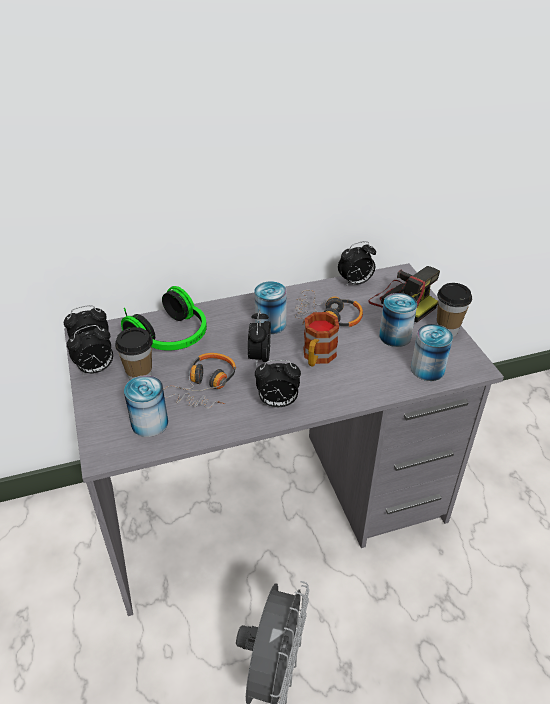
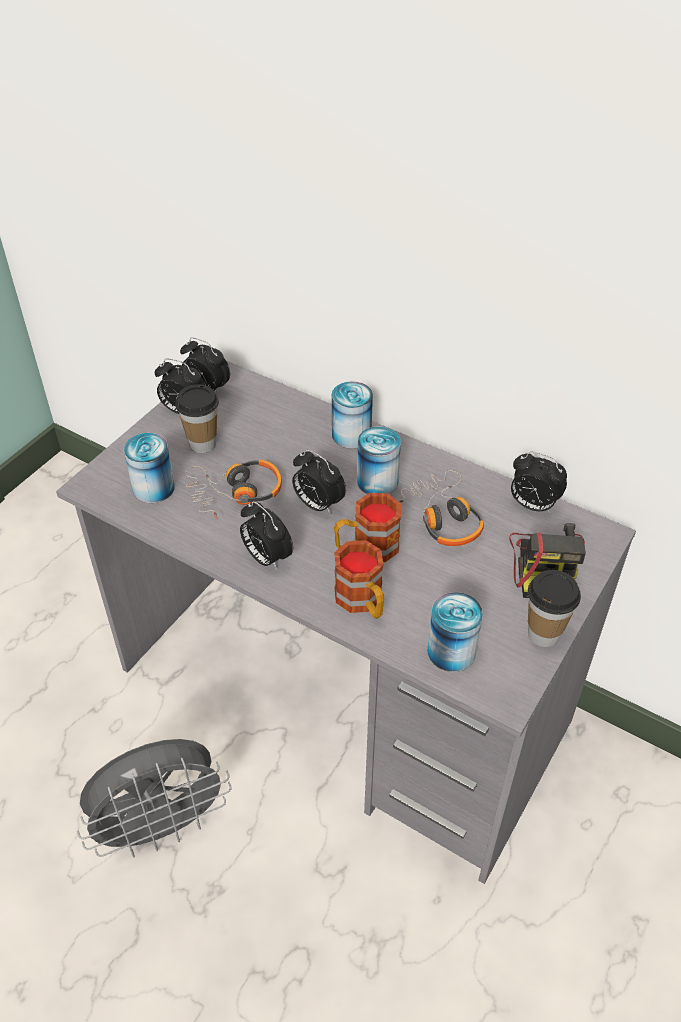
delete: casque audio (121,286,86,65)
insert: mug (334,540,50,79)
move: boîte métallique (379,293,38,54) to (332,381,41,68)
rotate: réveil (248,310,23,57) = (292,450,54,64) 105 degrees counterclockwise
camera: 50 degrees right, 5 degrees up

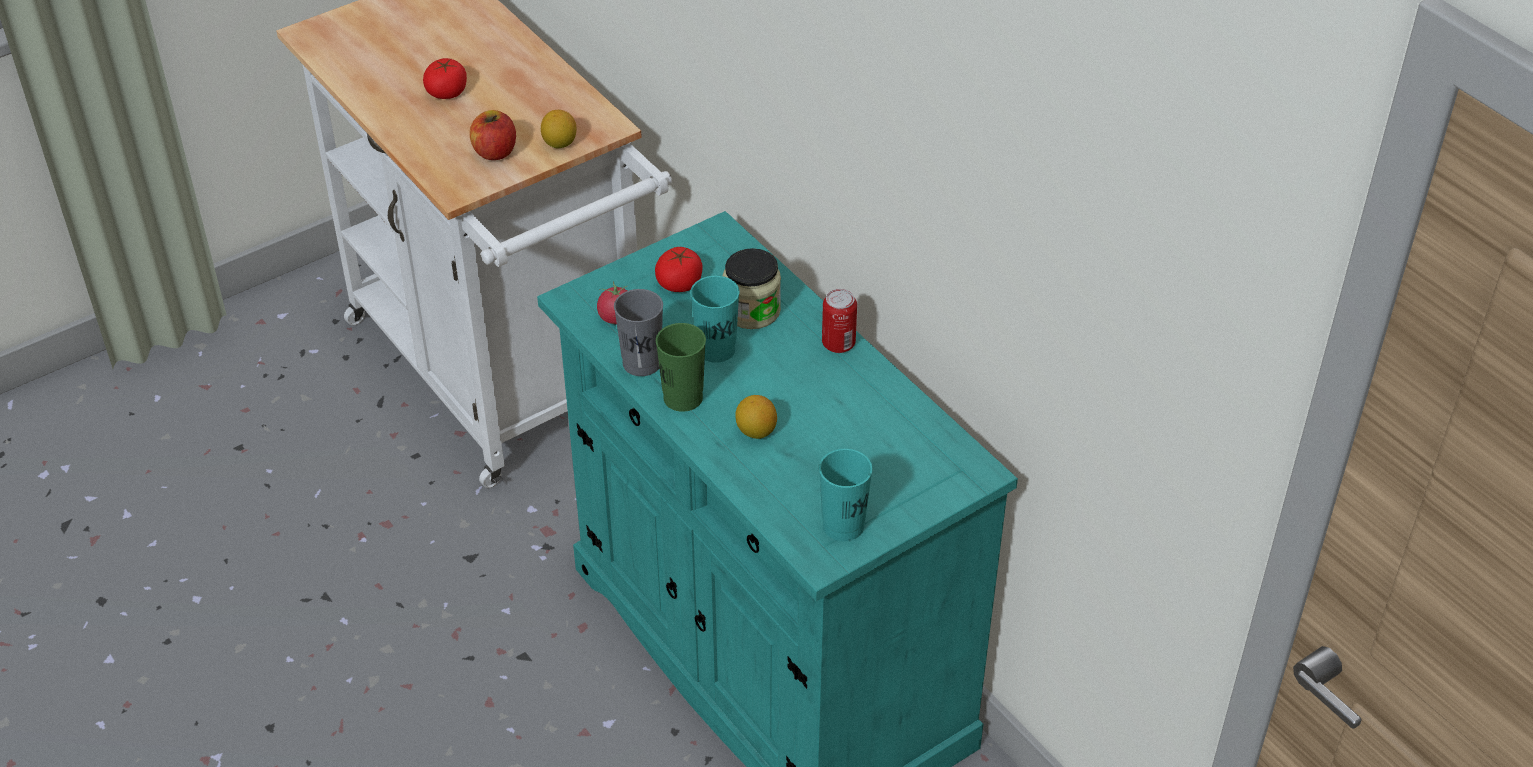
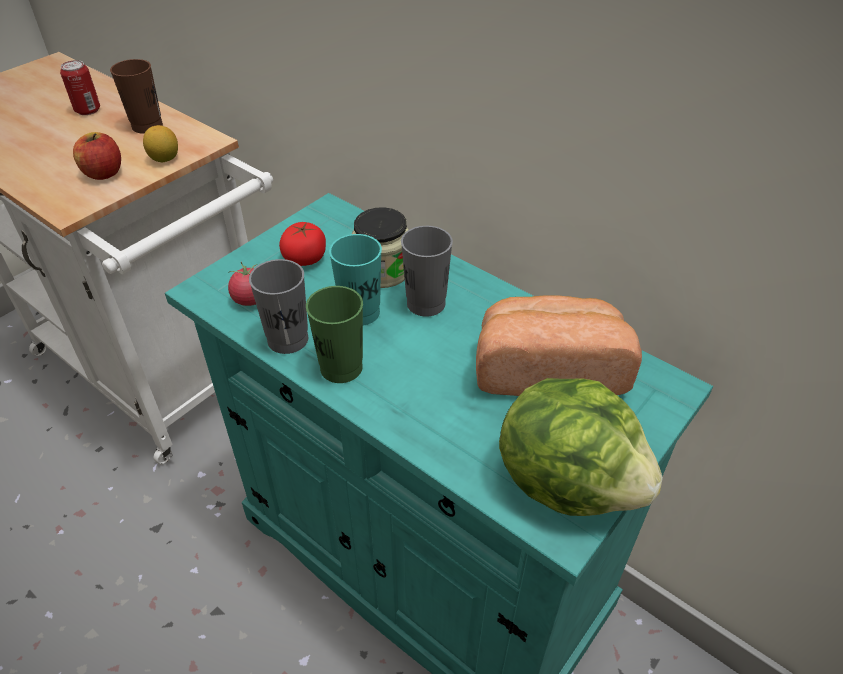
delete: tomate (423,58,44,41); citron (735,395,42,44)
insert: tasse (marron) (110,59,53,75); tasse (gris) (401,226,52,91); pain (476,296,166,100)
move: boîte métallique (822,289,35,64) to (60,60,40,55)
replace: tasse (turquoise) (819,448,54,93) to laitue (499,378,164,138)
camera: 15 degrees left, 0 degrees up

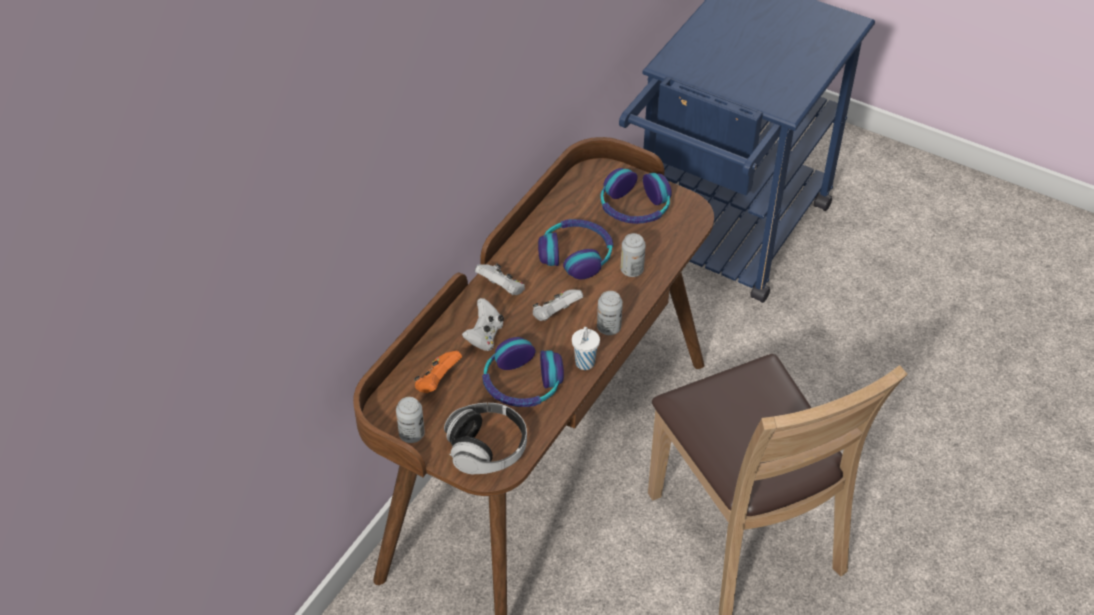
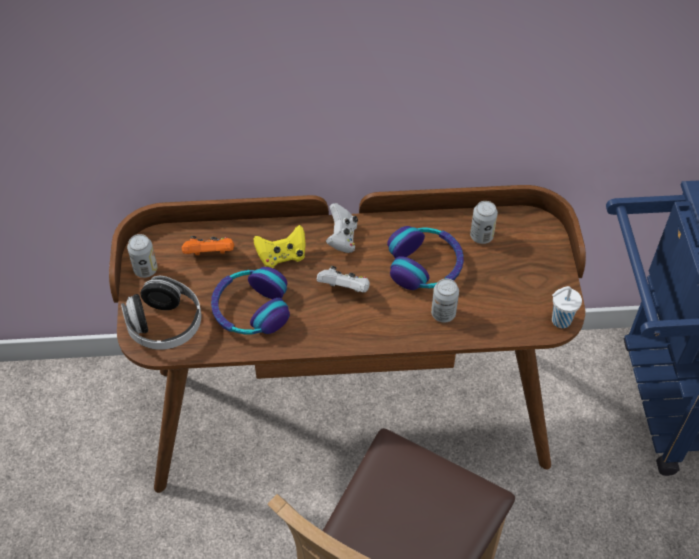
delete: casque audio (600,168,72,56)
move: boîte métallique (597,291,26,44) to (470,201,28,43); tasse (blanc) (572,327,28,43) to (552,286,30,42)
recolor: manette (blanc) (462,298,42,53) to manette (jaune) (254,225,52,43)
camera: 55 degrees right, 5 degrees up

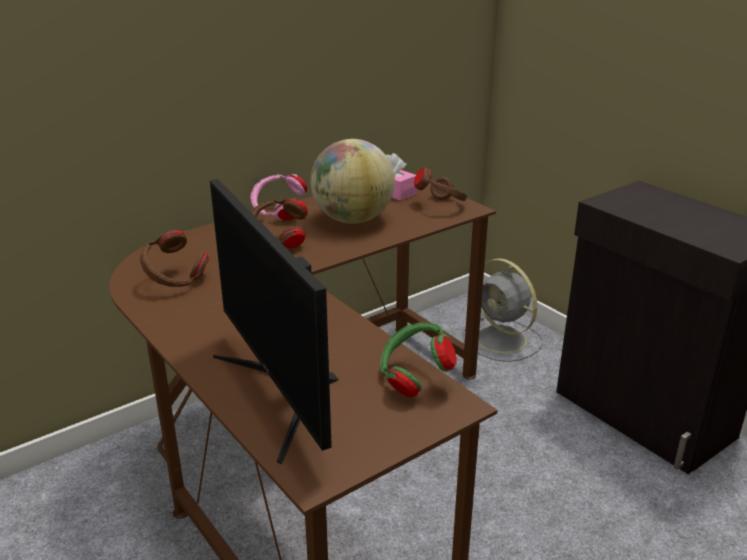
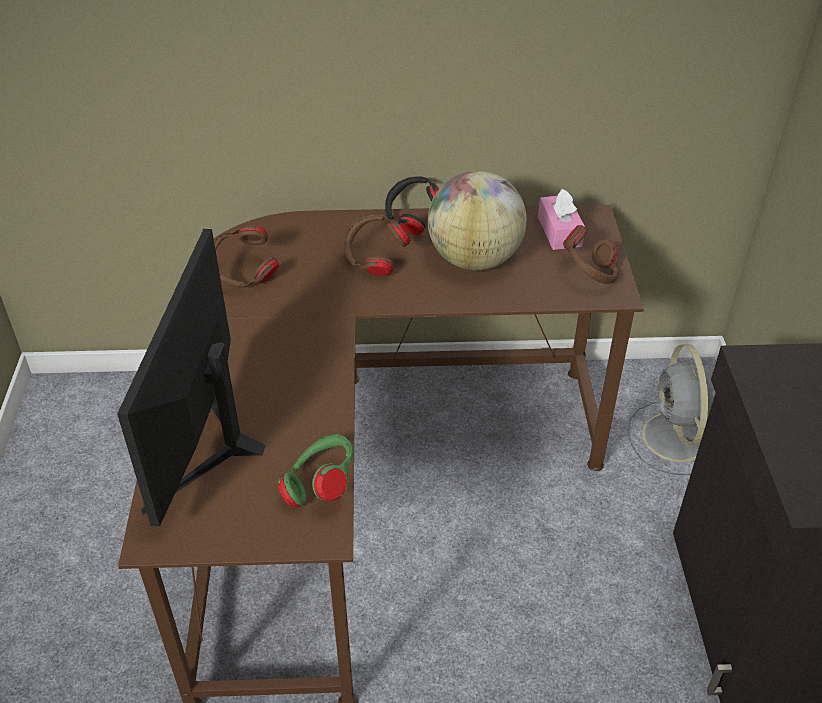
recolor: casque audio (rose) (251,174,56,46) to casque audio (noir) (385,177,54,58)
camera: 35 degrees right, 15 degrees up

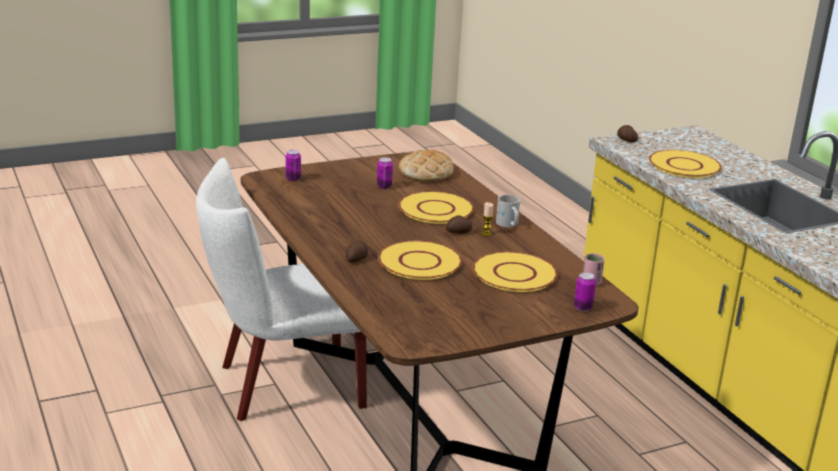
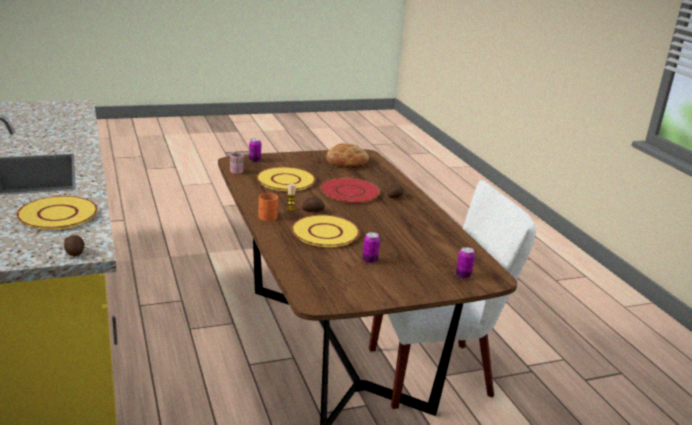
move: pain (399,150,55,32) to (327,143,42,25)
recolor: mug (blanc) (496,195,24,32) to mug (orange) (258,193,20,28); assiette (jaune) (378,241,84,39) to assiette (rouge) (320,178,60,25)
camera: 175 degrees left, 0 degrees up

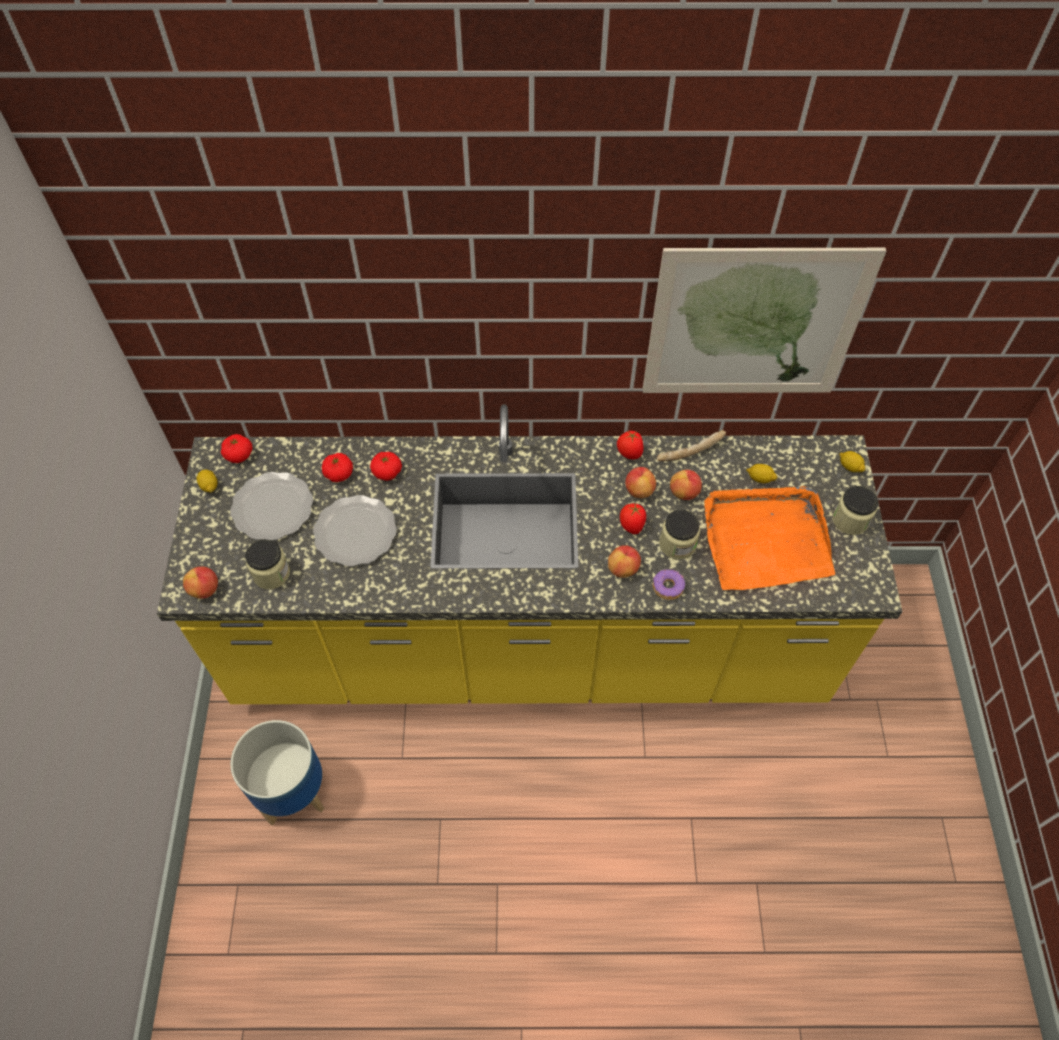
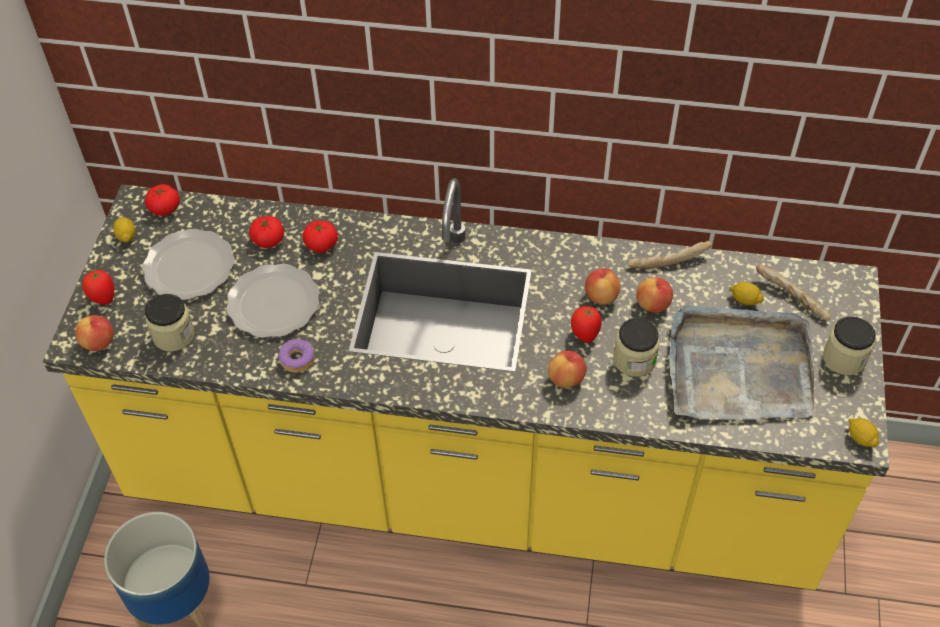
delete: tableau (642,248,244,145)
insert: pain (756,264,75,57)
move: tomate (617,431,27,28) to (82,270,32,34); beignet (653,570,32,30) to (278,339,37,34); citron (839,451,26,21) to (848,418,31,29)
recolor: plateau (orange) (704,486,131,104) to plateau (gris) (669,306,146,113)
camera: 10 degrees right, 5 degrees down

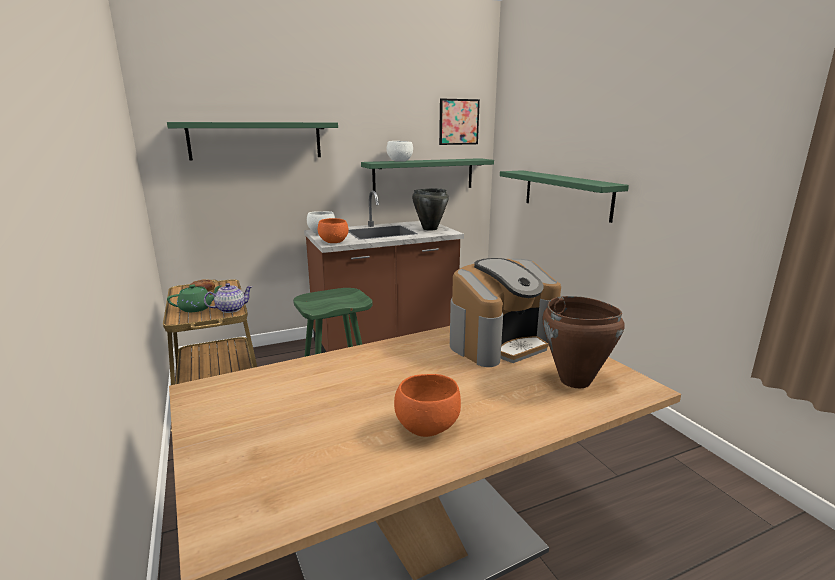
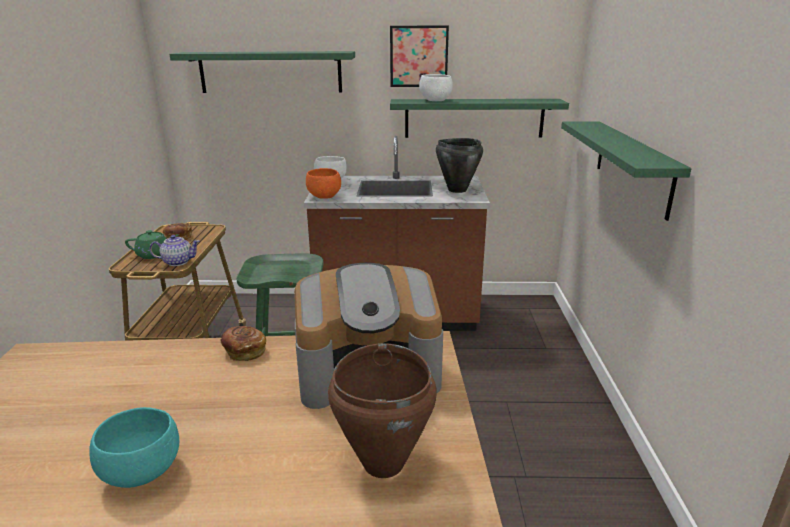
insert: pain (221,326,45,35)
move: tableau (439,98,41,47) to (390,25,59,62)
recolor: bol (orange) (394,374,67,63) to bol (turquoise) (89,407,90,81)
camera: 25 degrees right, 5 degrees up

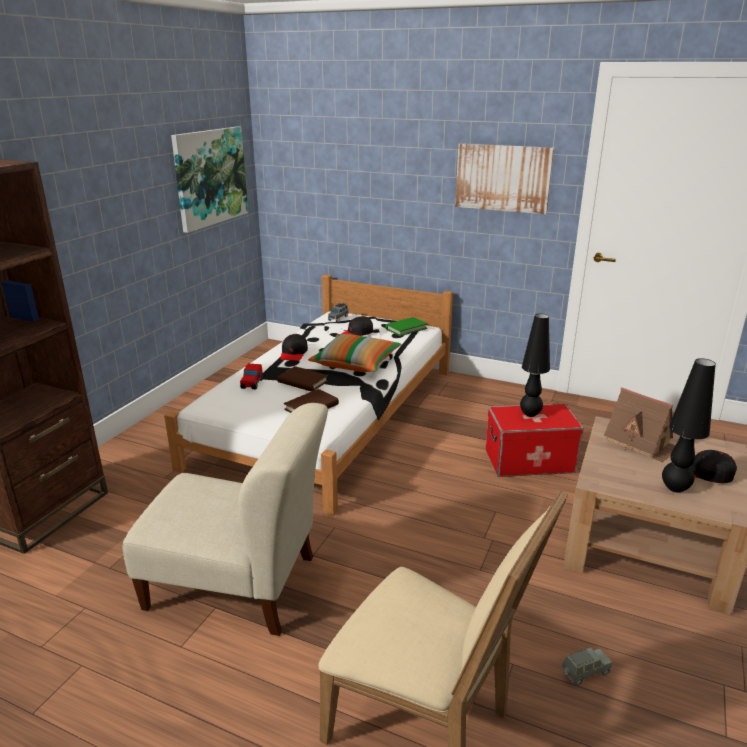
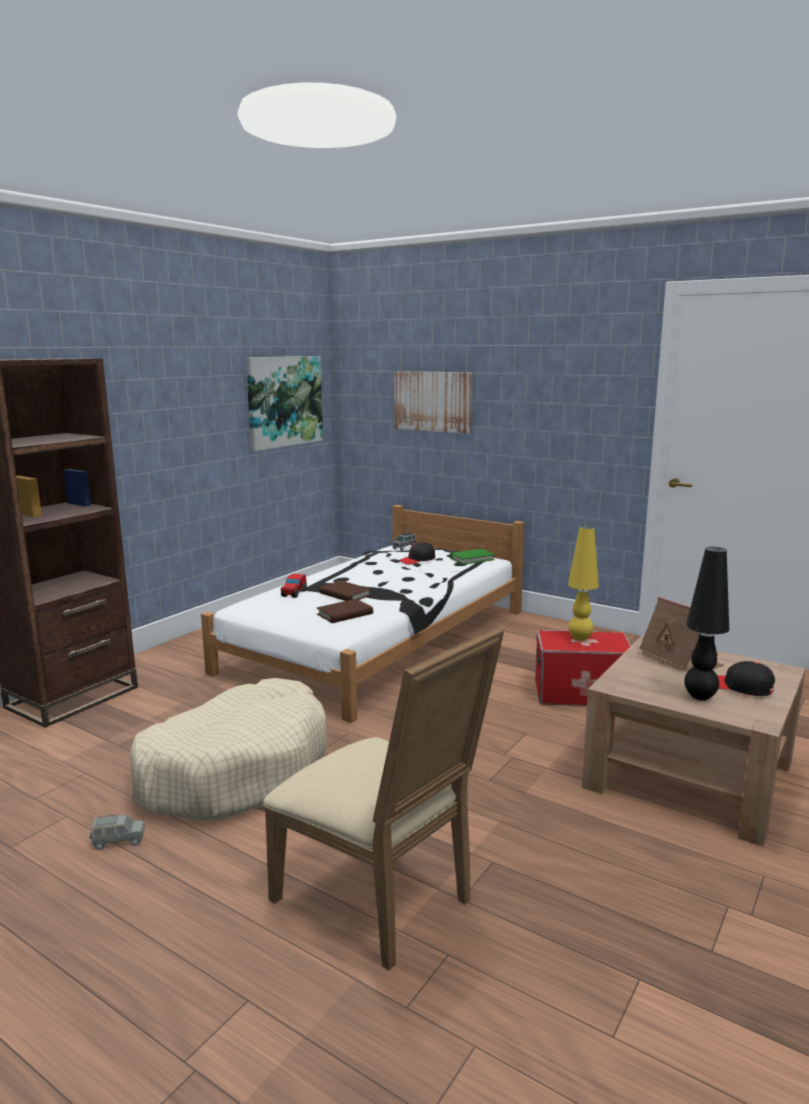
delete: casquette (noir) (280,334,28,27); coussin (308,334,93,38)
move: petite voiture (gris) (562,648,50,38) to (90,814,55,36); tableau (455,143,99,71) to (394,371,78,63)
replace: chaise (beige) (122,403,206,233) to panier pour chien (beige) (129,678,198,142)
recolor: lampe de table (noir) (520,313,30,104) to lampe de table (jaune) (568,526,31,115)
camera: 10 degrees right, 10 degrees down

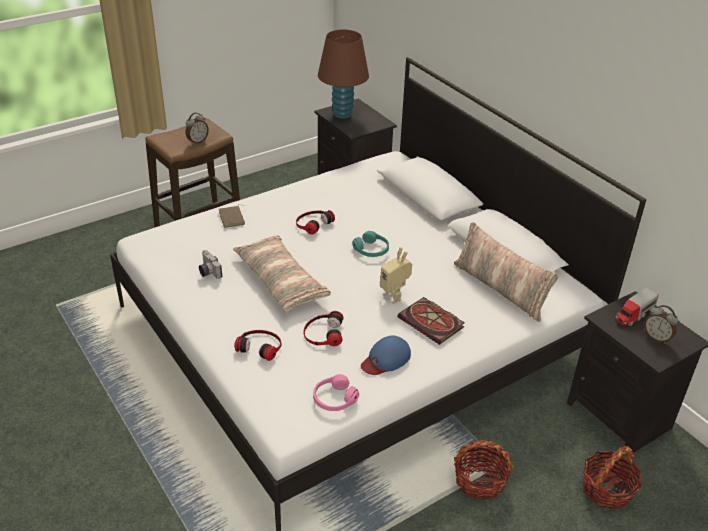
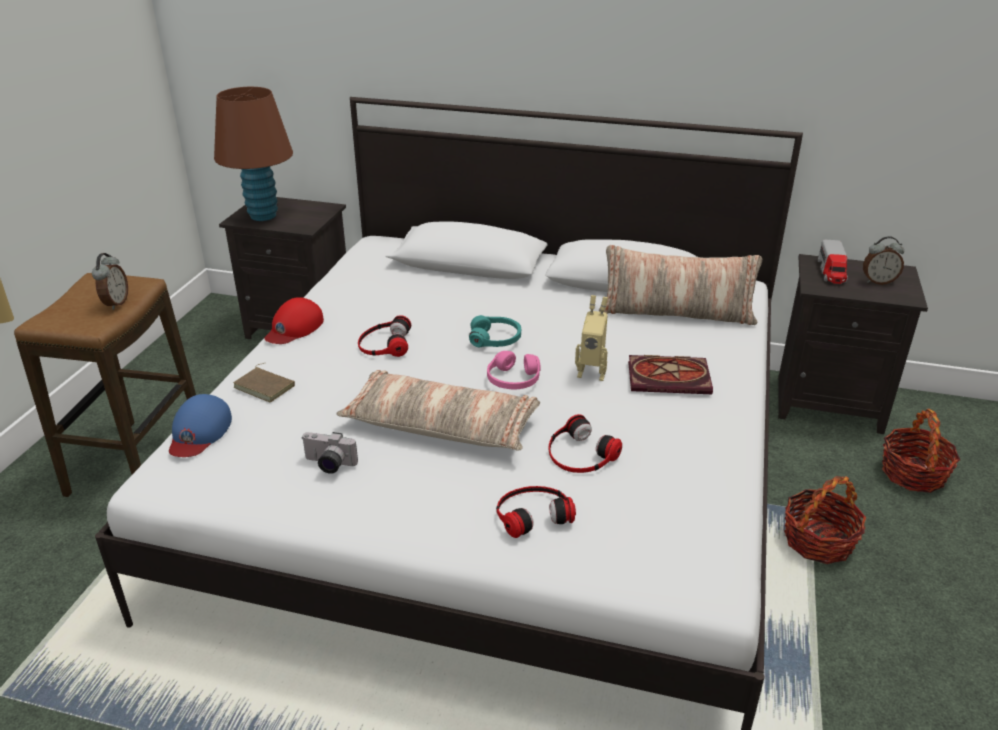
insert: casquette (rouge) (264,297,60,47)
move: casquette (bleu) (361,336,50,39) to (169,394,63,63); casque audio (rose) (313,374,46,37) to (487,351,54,39)
camera: 40 degrees left, 5 degrees down

